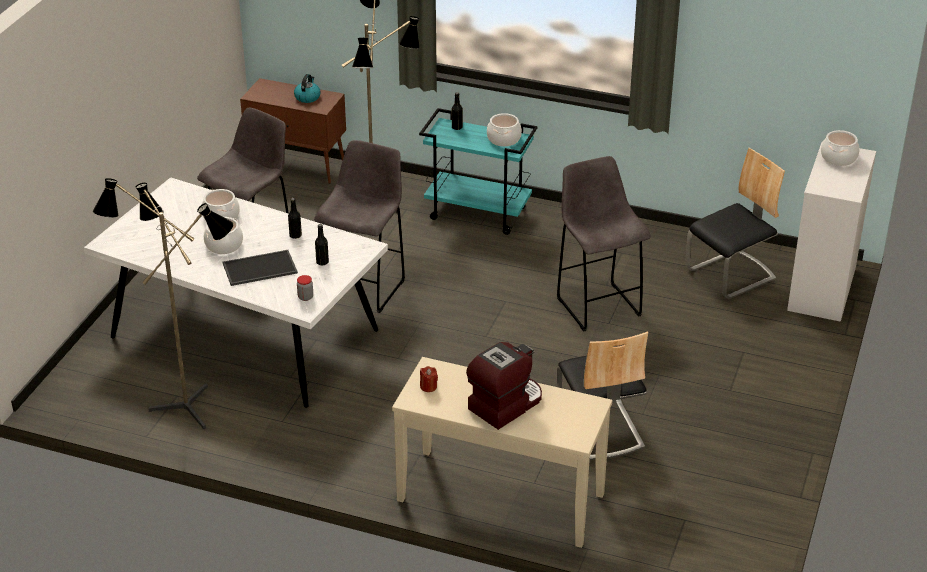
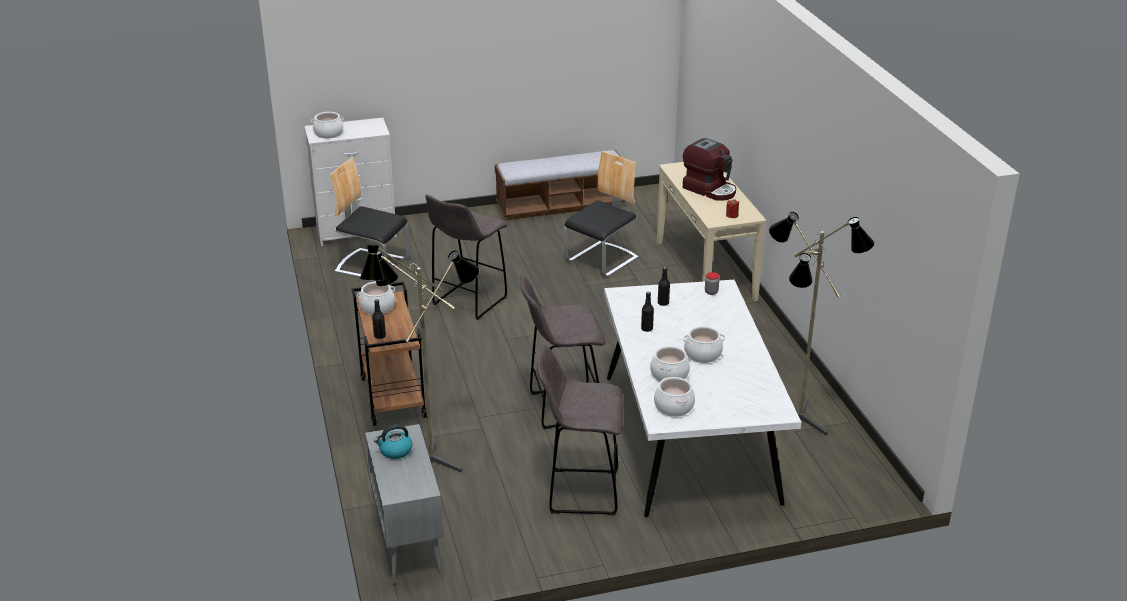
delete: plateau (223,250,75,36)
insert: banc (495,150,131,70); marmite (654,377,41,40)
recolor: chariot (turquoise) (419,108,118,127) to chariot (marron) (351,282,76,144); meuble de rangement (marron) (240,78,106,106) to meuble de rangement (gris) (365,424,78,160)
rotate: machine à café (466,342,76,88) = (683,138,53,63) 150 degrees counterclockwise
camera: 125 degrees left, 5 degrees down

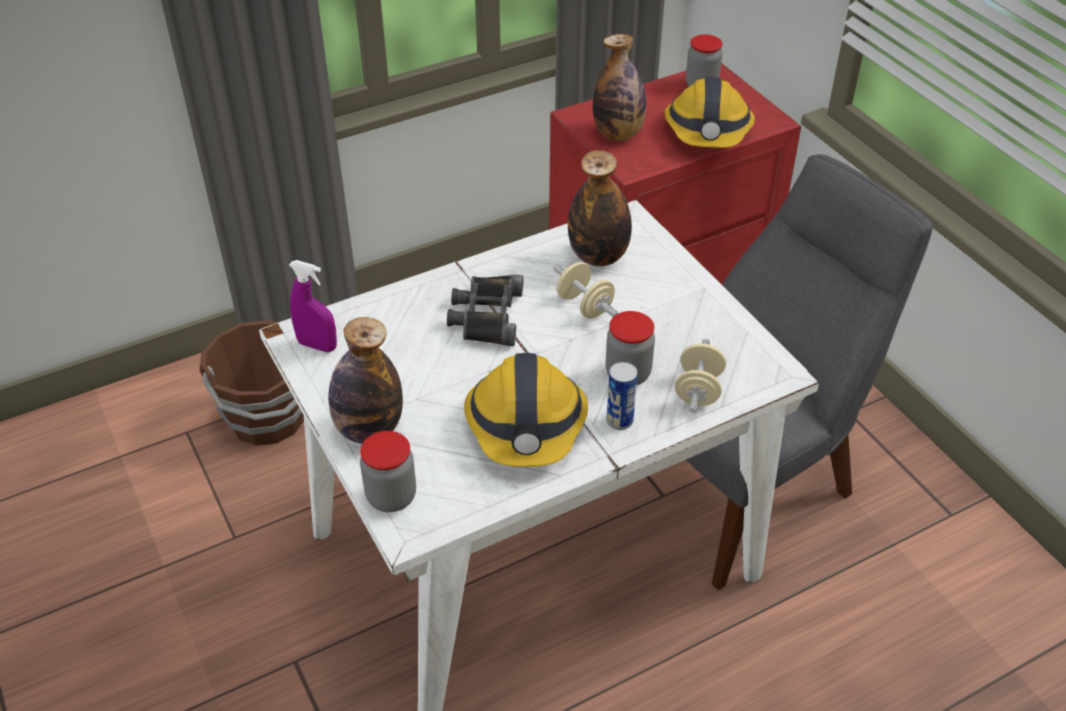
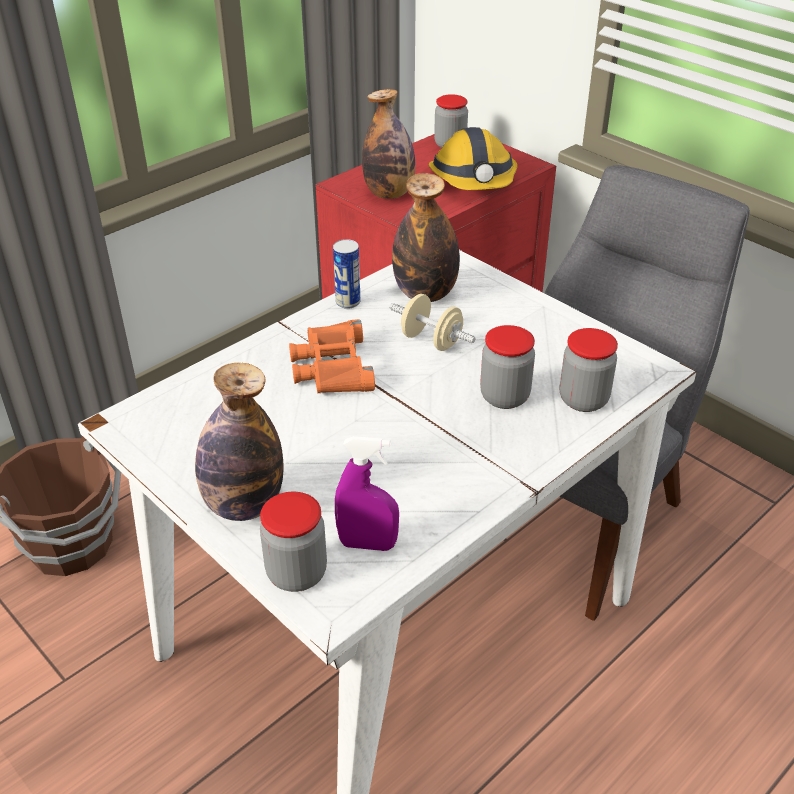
delete: casque de chantier (464,353,124,114)
move: boîte métallique (606,362,32,68) to (333,239,27,70); vaporisateur (violet) (289,260,48,92) to (335,436,64,115)
replace: haltère (beige) (675,339,51,74) to bocal (560,328,58,84)
recolor: jumelles (noir) (447,275,76,71) to jumelles (orange) (289,319,86,74)
camera: 15 degrees left, 5 degrees down

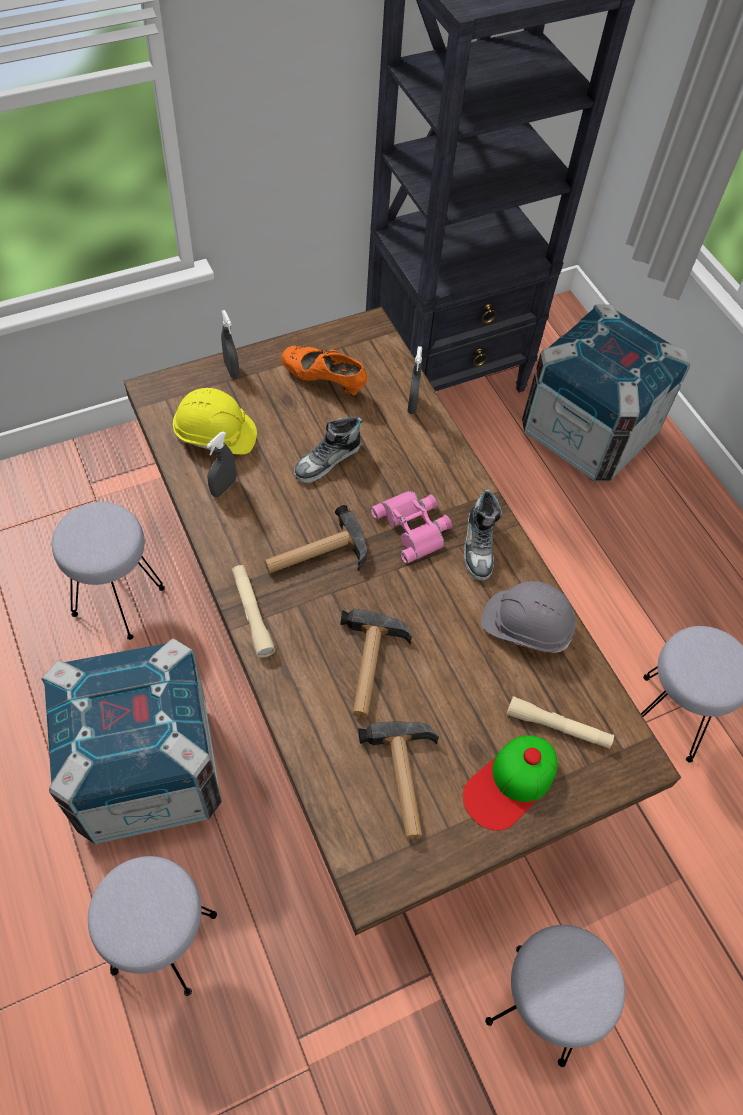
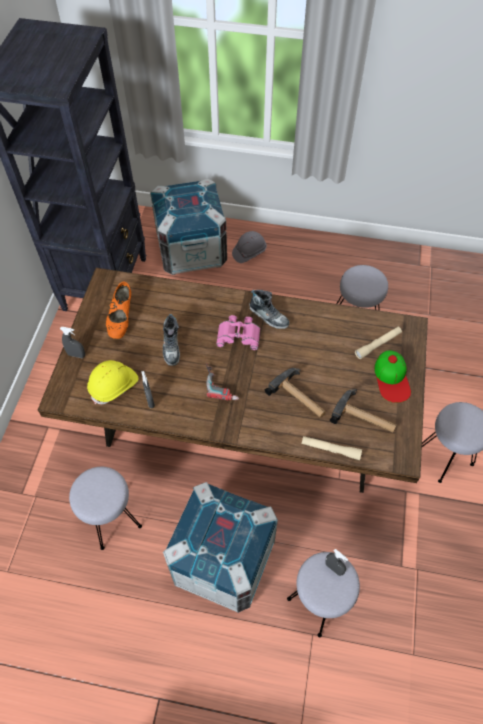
move: casque de chantier (gris) (481,581,95,72) to (232,231,35,32); lampe de poche (beige) (232,565,43,93) to (302,436,60,24); vaporisateur (gris) (407,346,15,68) to (325,549,23,27)
replace: marteau (265,505,102,69) to perceuse (206,364,33,36)
rotate: chaussure (orange) (281,346,86,49) = (106,282,25,57) 60 degrees counterclockwise
camera: 50 degrees left, 0 degrees up

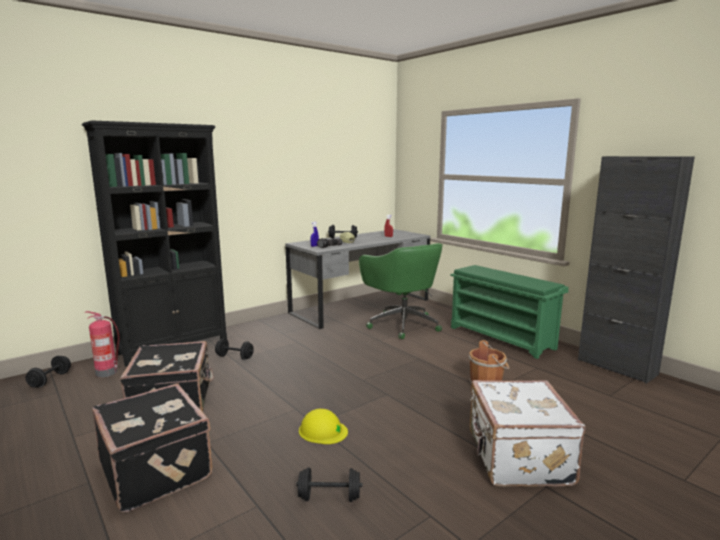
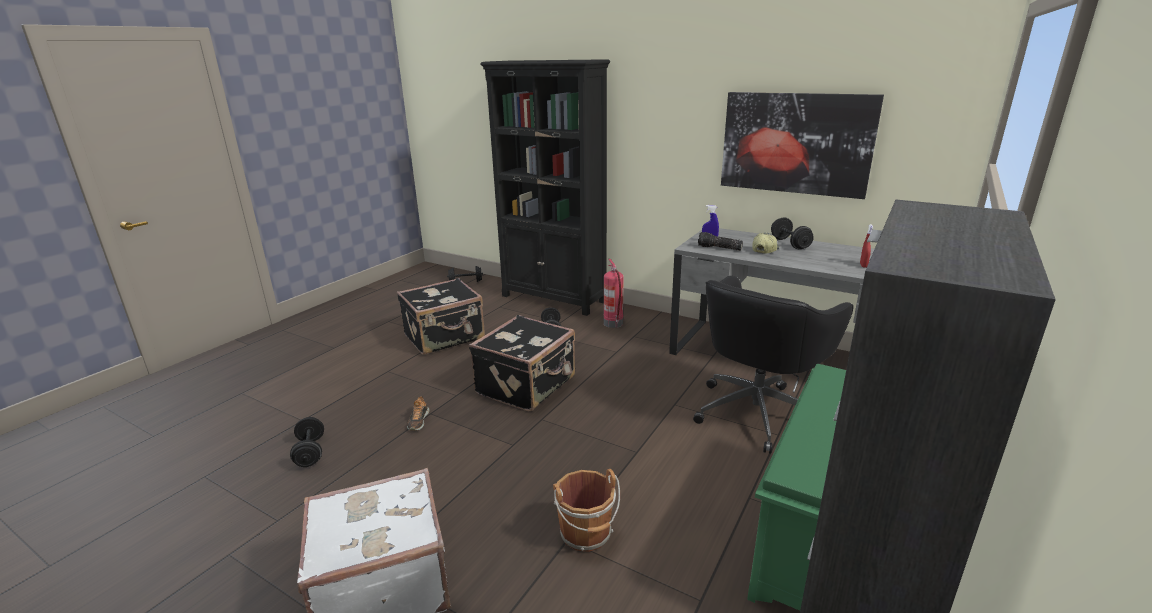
insert: tableau (721,92,163,107)
move: valise (noir) (92,383,121,130) to (469,315,106,97); extincteur (86,311,34,66) to (603,259,21,69)
replace: casque de chantier (jaune) (299,409,49,35) to chaussure (407,396,23,35)
recolor: chaise de bureau (vert) (359,243,84,96) to chaise de bureau (noir) (693,276,161,178)
camera: 70 degrees right, 10 degrees up

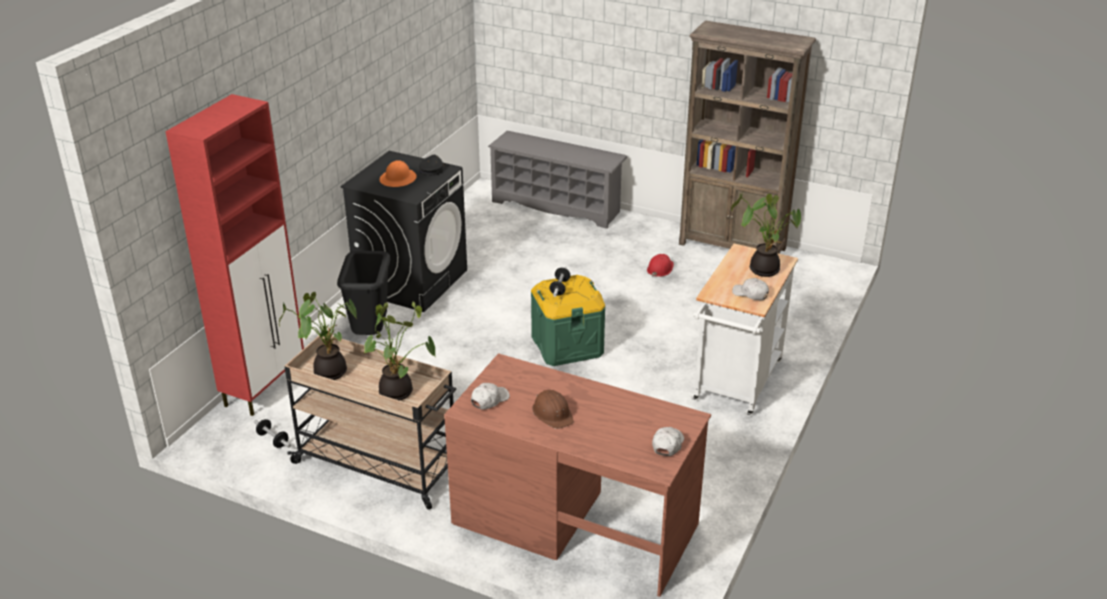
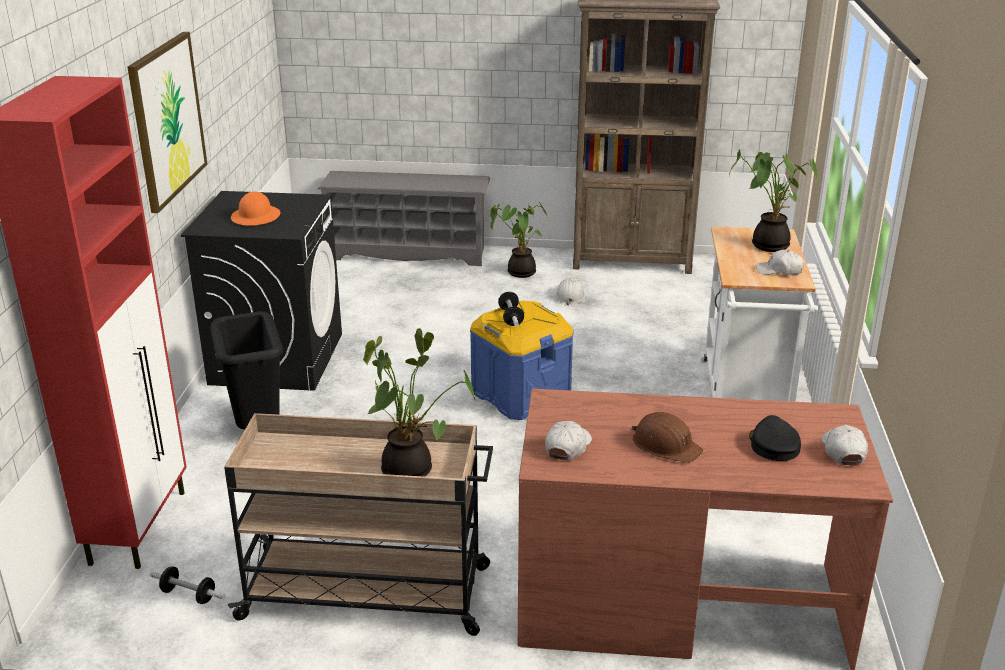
insert: tableau (127,32,81,181)
move: plante en pot (279,292,78,88) to (490,202,57,76); casquette (noir) (419,155,26,21) to (749,415,52,46)
recolor: boîte de rangement (vert) (531,275,75,91) to boîte de rangement (bleu) (470,301,103,119); casque de chantier (rouge) (647,254,27,23) to casque de chantier (blanc) (556,277,29,28)
camera: 20 degrees left, 5 degrees down

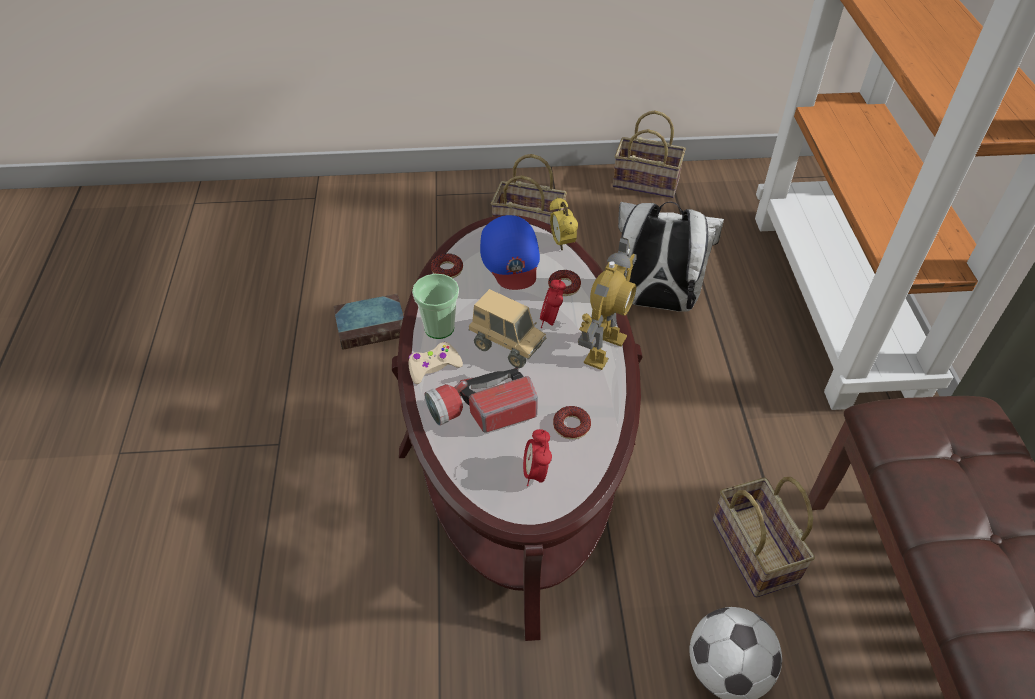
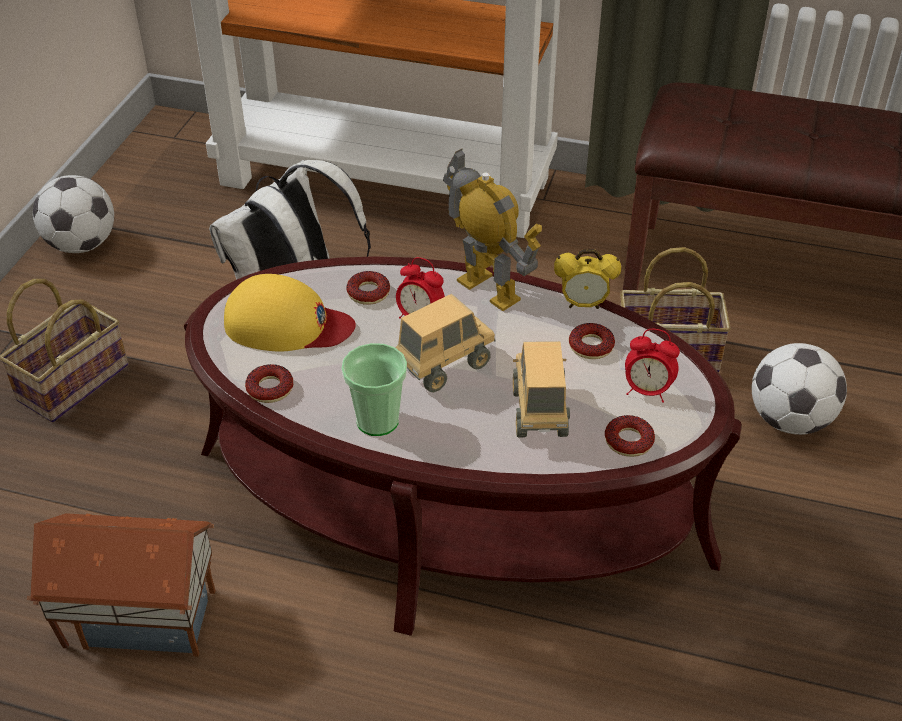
delete: manette (beige) (408,342,55,42)
insert: beignet (605,415,50,42)
move: réveil (550,197,28,53) to (554,249,67,60)
replace: livre (333,294,71,56) to maison miniature (27,513,189,144); panier (613,111,73,87) to ballon de foot (33,175,81,78); lampe de poche (425,367,113,66) to camion jouet (513,341,57,97)
recolor: casquette (bleu) (480,215,60,75) to casquette (jaune) (224,274,132,77)
camera: 70 degrees left, 5 degrees down

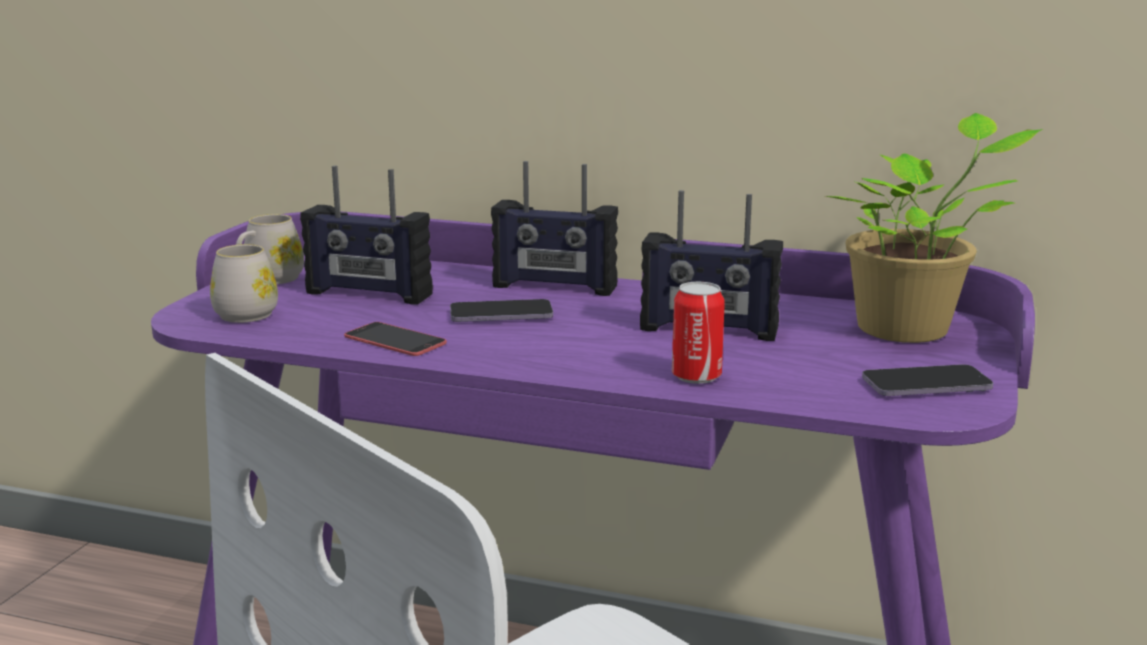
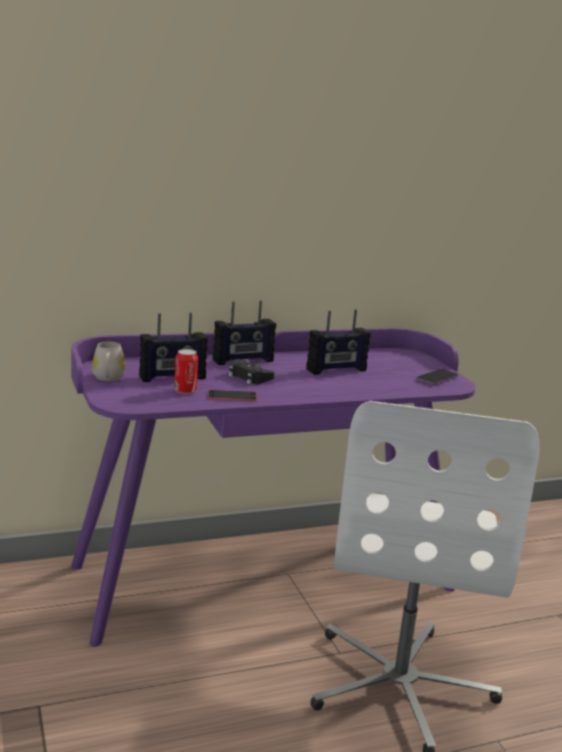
delete: mug (blanc) (210,244,68,79); plante en pot (825,113,218,230)
move: boîte métallique (672,282,53,102) to (174,349,24,45)
replace: téléphone (450,299,103,23) to manette (noir) (229,360,46,25)
camera: 40 degrees left, 0 degrees up

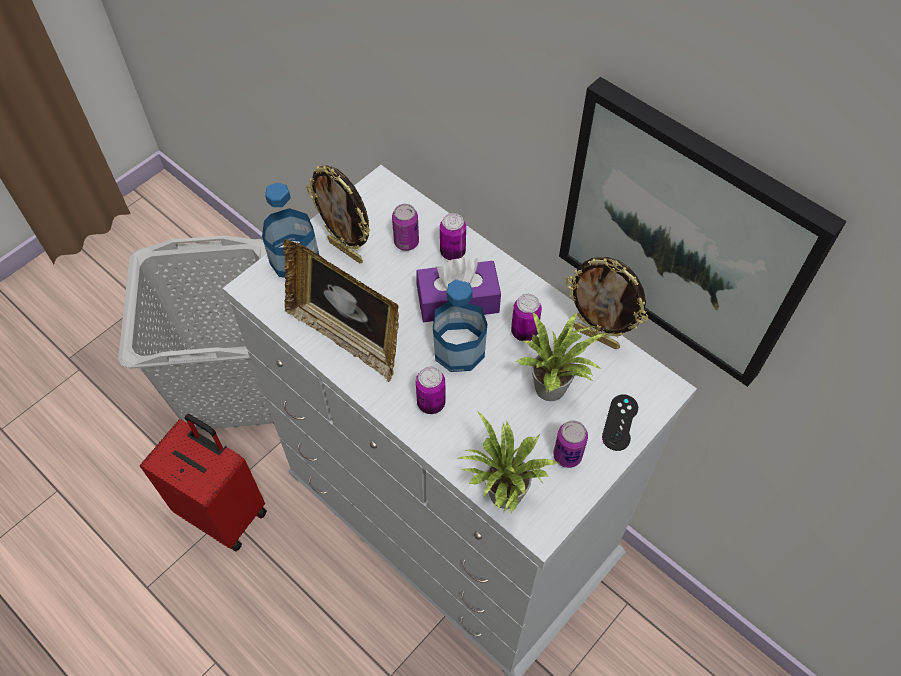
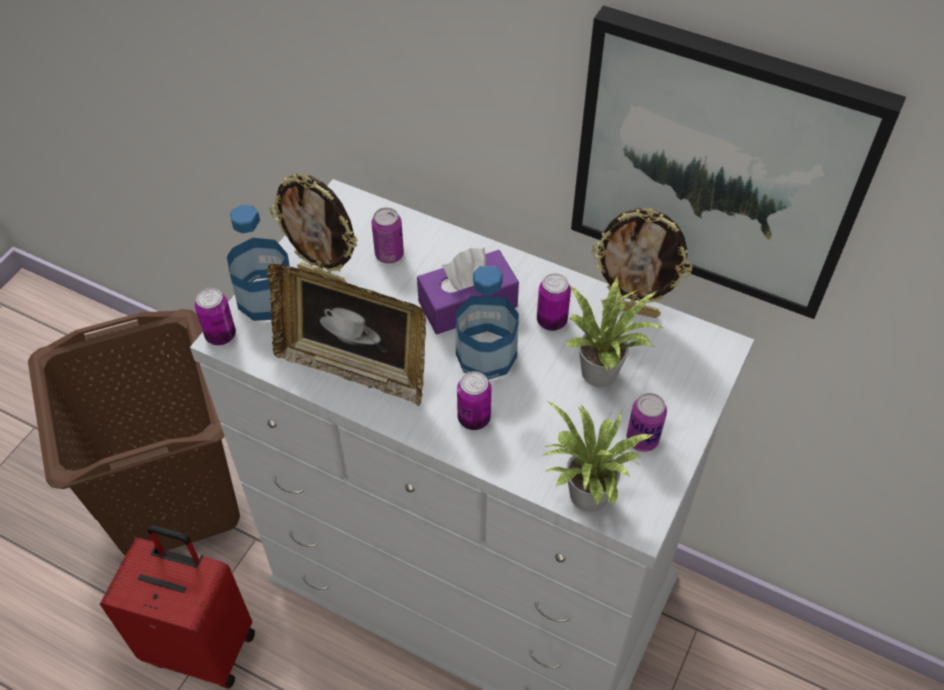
delete: manette (noir) (602,394,36,57)
move: boîte métallique (440,213,26,47) to (195,288,41,57)
recolor: panier à linge (gris) (118,235,155,195) to panier à linge (marron) (28,309,212,247)
camera: 15 degrees left, 5 degrees down

